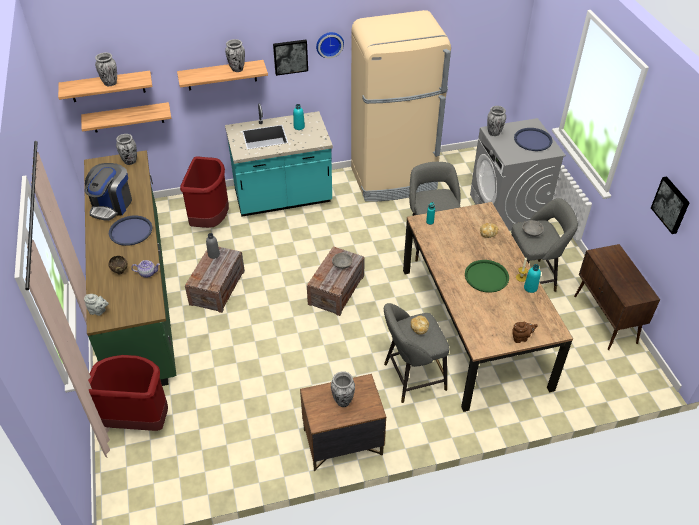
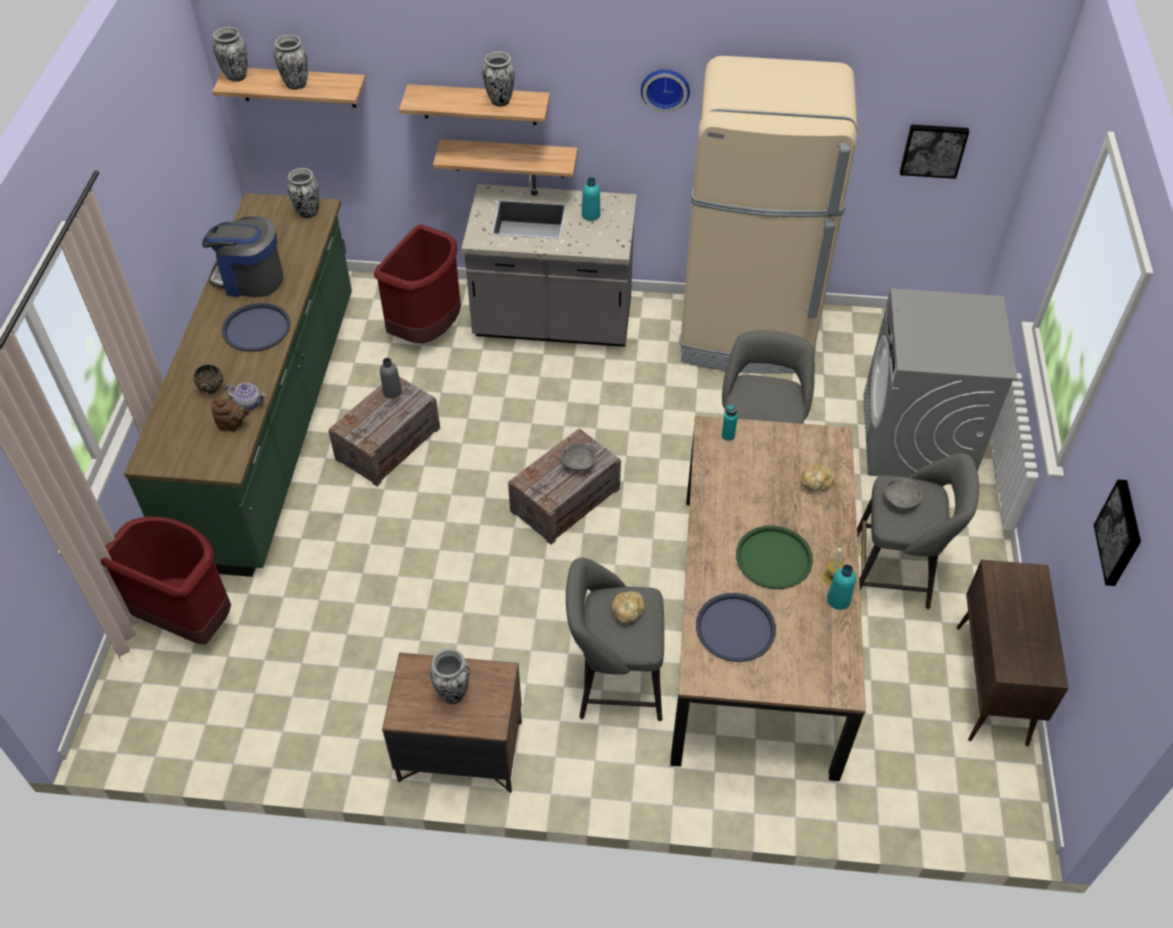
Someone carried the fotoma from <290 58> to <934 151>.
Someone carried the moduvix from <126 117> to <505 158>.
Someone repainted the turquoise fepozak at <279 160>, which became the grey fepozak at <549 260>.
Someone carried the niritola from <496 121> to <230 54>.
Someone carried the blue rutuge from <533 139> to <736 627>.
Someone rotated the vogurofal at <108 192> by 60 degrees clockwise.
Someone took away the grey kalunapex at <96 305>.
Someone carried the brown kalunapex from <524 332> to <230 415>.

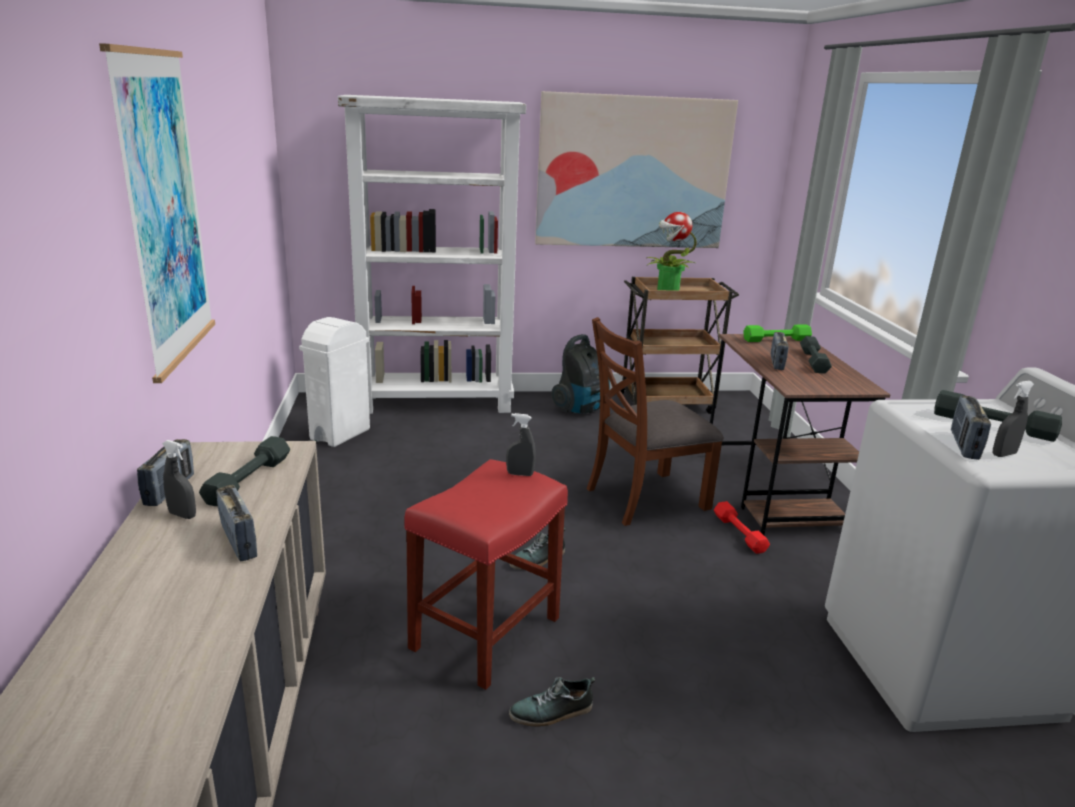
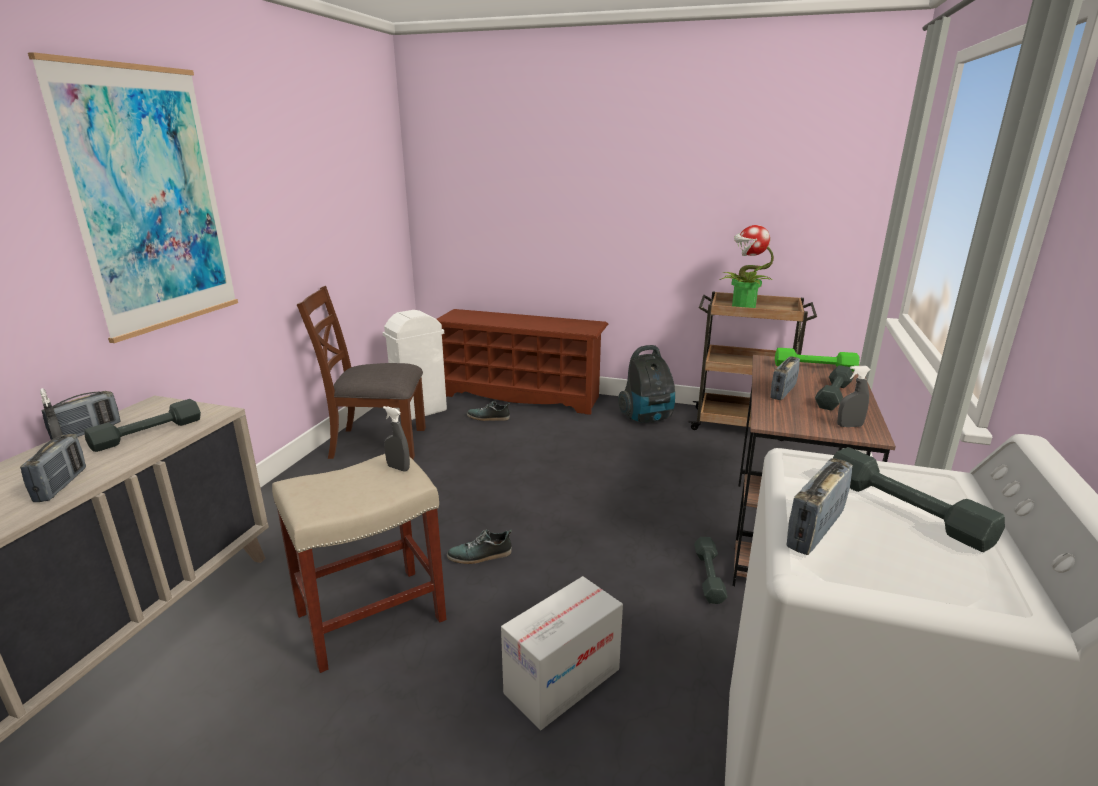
Someone took away the fotoma at <636 169>.
Someone swapped the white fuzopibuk at <432 254> for the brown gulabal at <522 362>.
Someone carried the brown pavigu from <655 421> to <361 372>.
Someone carried the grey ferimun from <1013 419> to <854 396>.
Someone repainted the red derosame at <486 574>, which became the beige derosame at <359 563>.
Someone repainted the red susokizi at <742 527>, which became the grey susokizi at <711 570>.
Someone carried the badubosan from <552 702> to <488 411>.
Someone put down the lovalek at <562 653>.

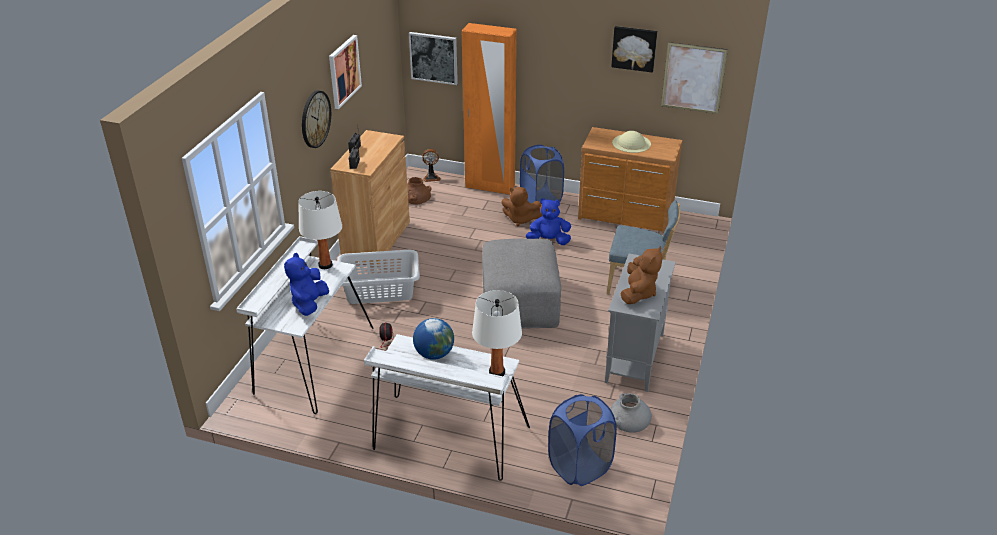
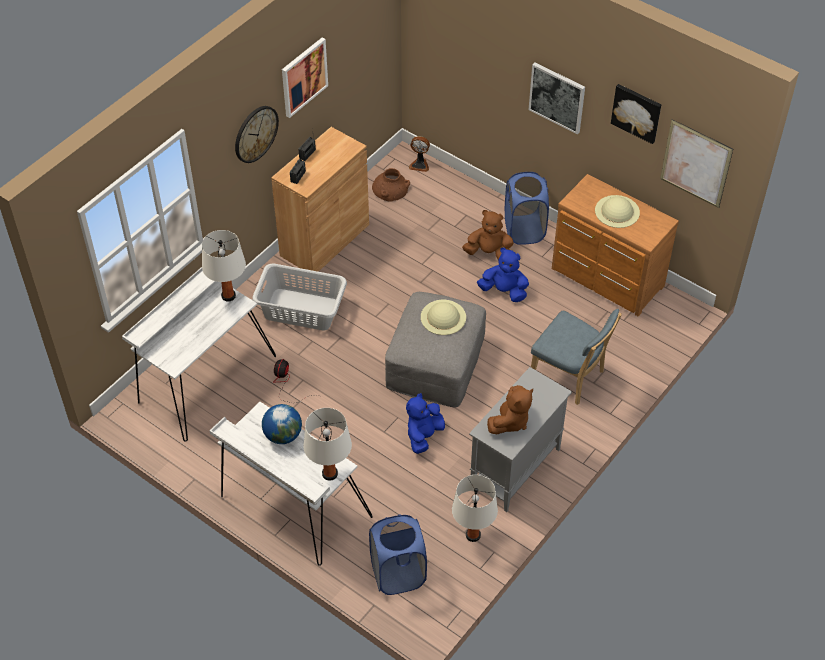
Someone took away the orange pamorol at <489 109>.
Someone carried the fotoma from <433 58> to <556 98>.
Someone rotated the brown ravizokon at <522 206> by 150 degrees clockwise.
Someone carried the blue ravizokon from <306 284> to <425 423>.
Someone swapped the grey niritola at <631 413> for the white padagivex at <475 508>.
Someone put down the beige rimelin at <443 317>.

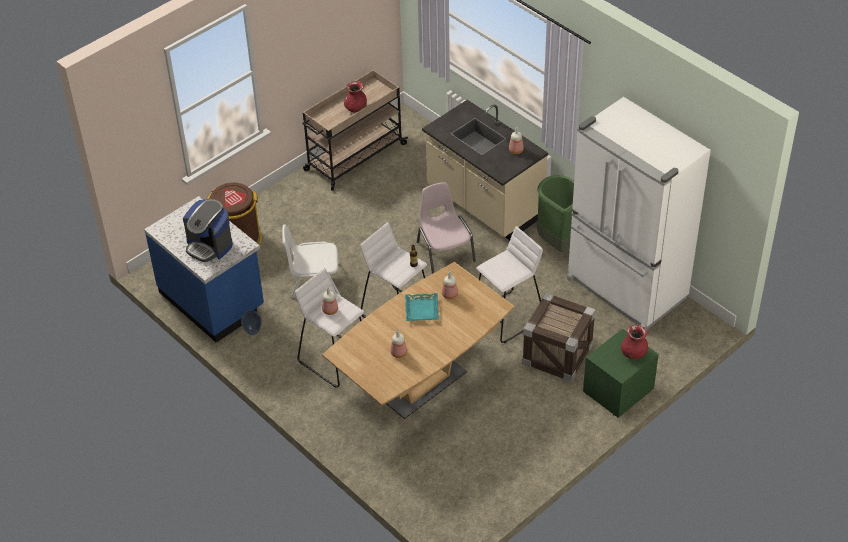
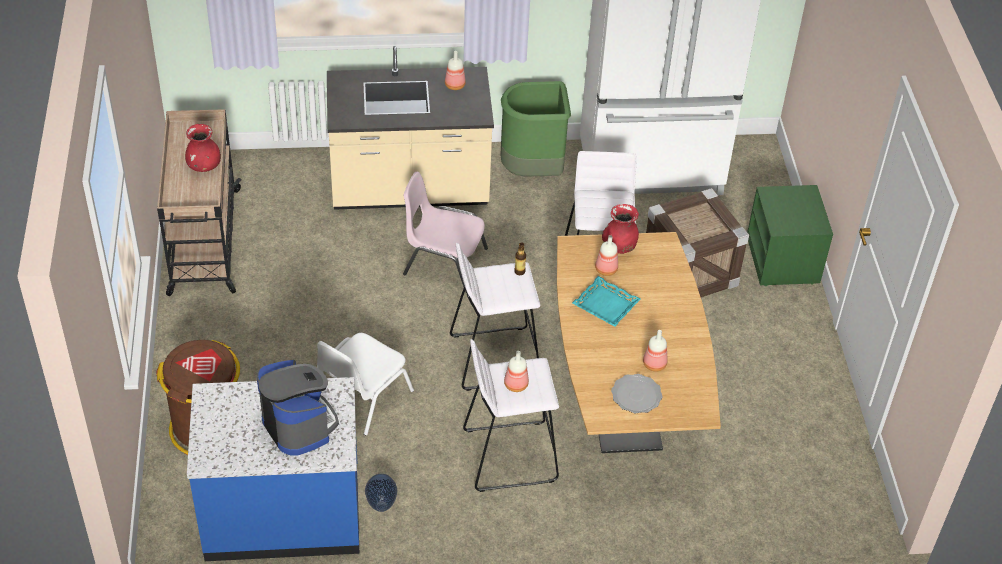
Someone rotated the vogurofal at <208 230> by 105 degrees counterclockwise.
Someone carried the red niritola from <634 342> to <620 229>.
Someone put down the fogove at <637 393>.

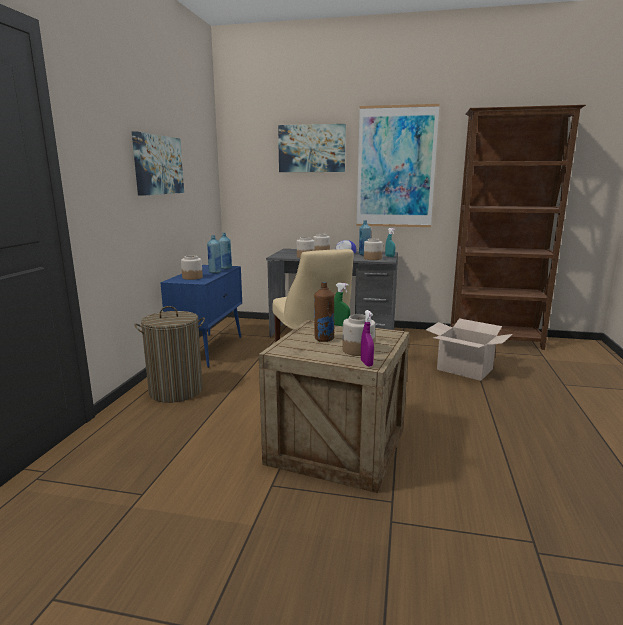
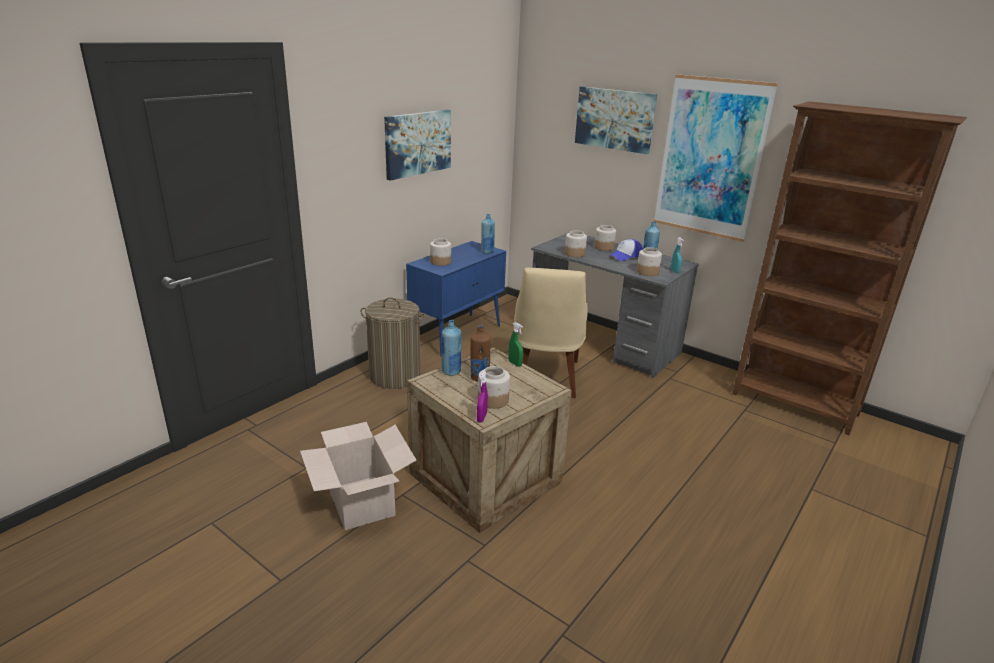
Someone carried the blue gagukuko from <214 254> to <451 348>.
Someone carried the lovalek from <469 349> to <358 476>.

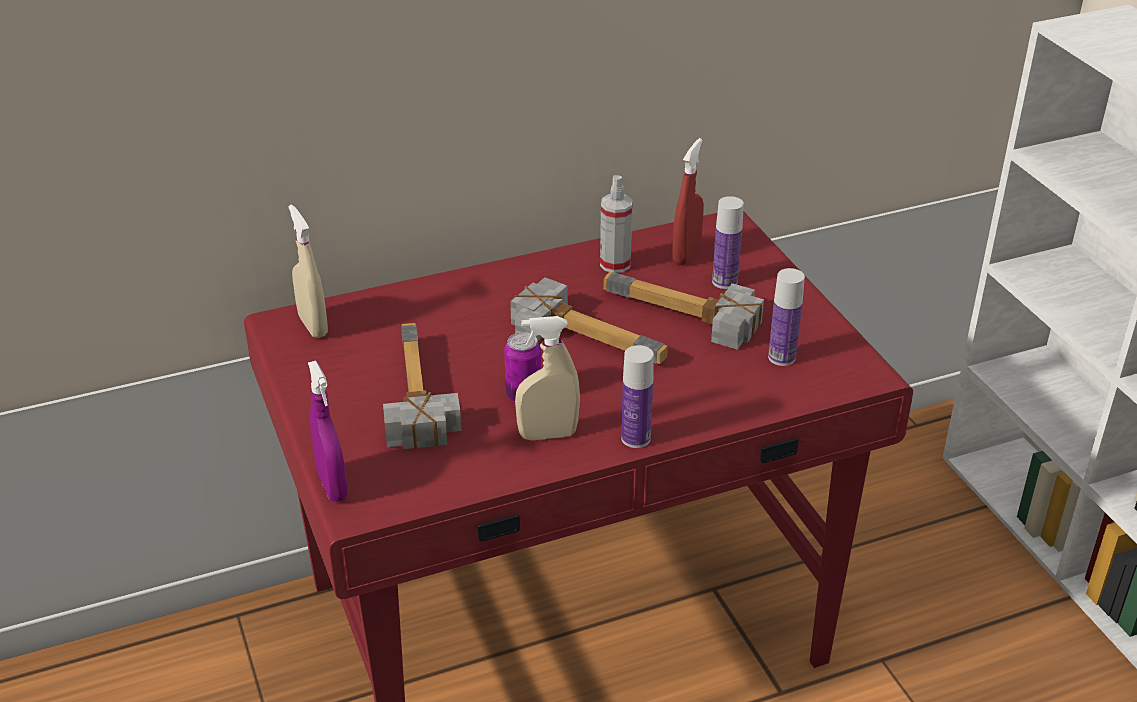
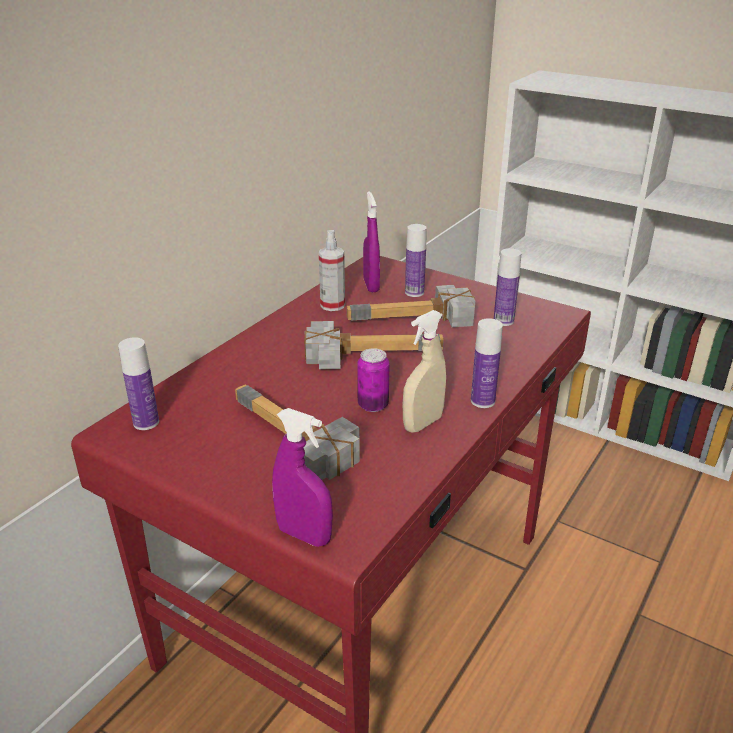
Someone repainted the red ferimun at <688 201>, which became the purple ferimun at <371 242>.
Someone swapped the beige ferimun at <308 271> for the gagukuko at <138 383>.

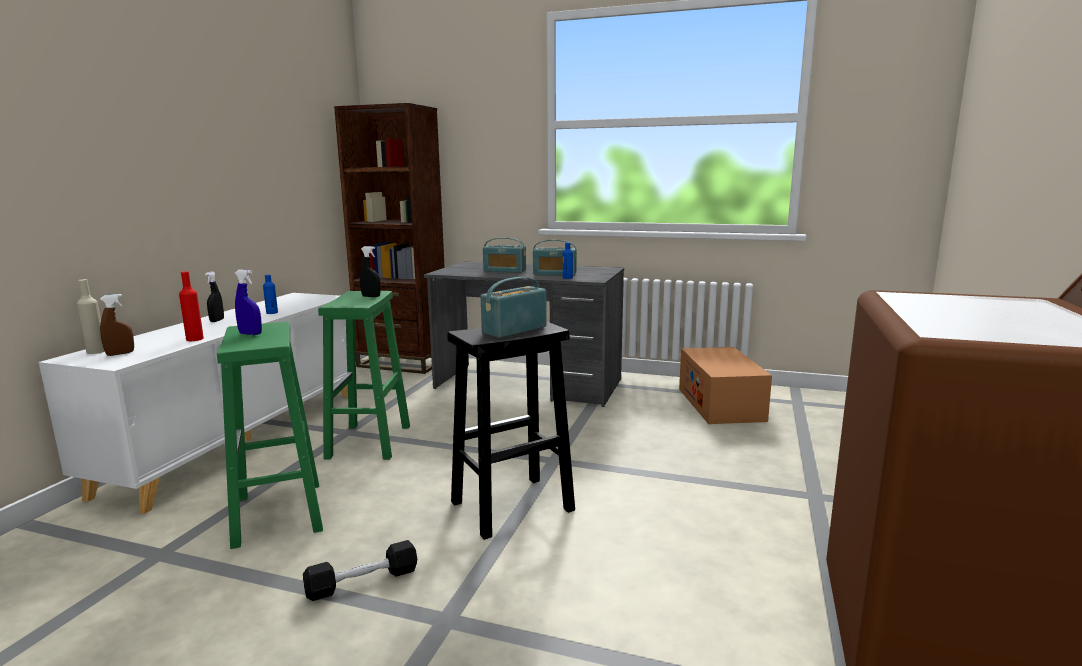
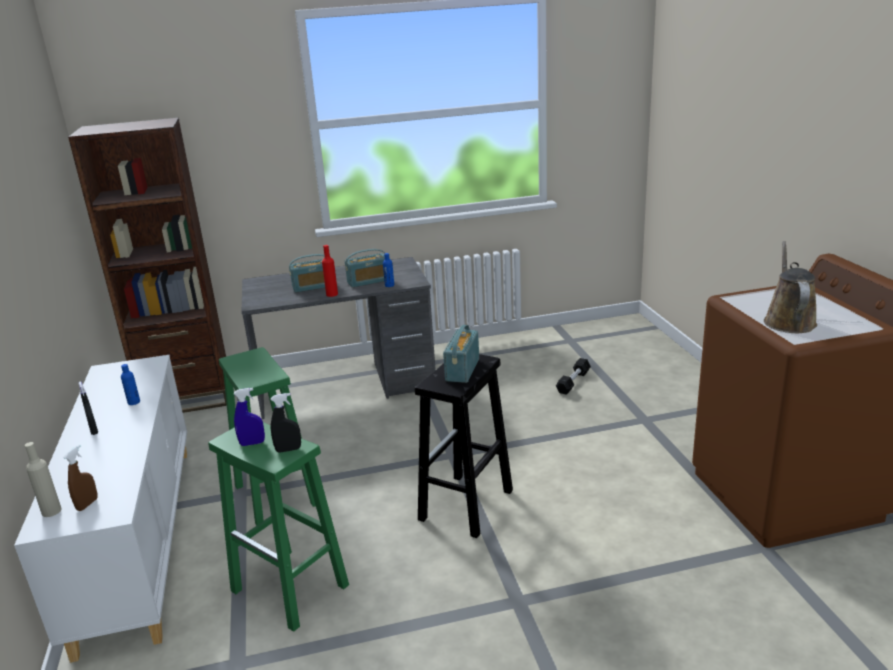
Someone carried the black ferimun from <370 271> to <286 423>.
Someone carried the red gagukuko from <191 306> to <330 271>.
Someone took away the lovalek at <725 385>.
Someone carried the black susokizi from <360 570> to <573 376>.
Someone put down the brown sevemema at <790 287>.

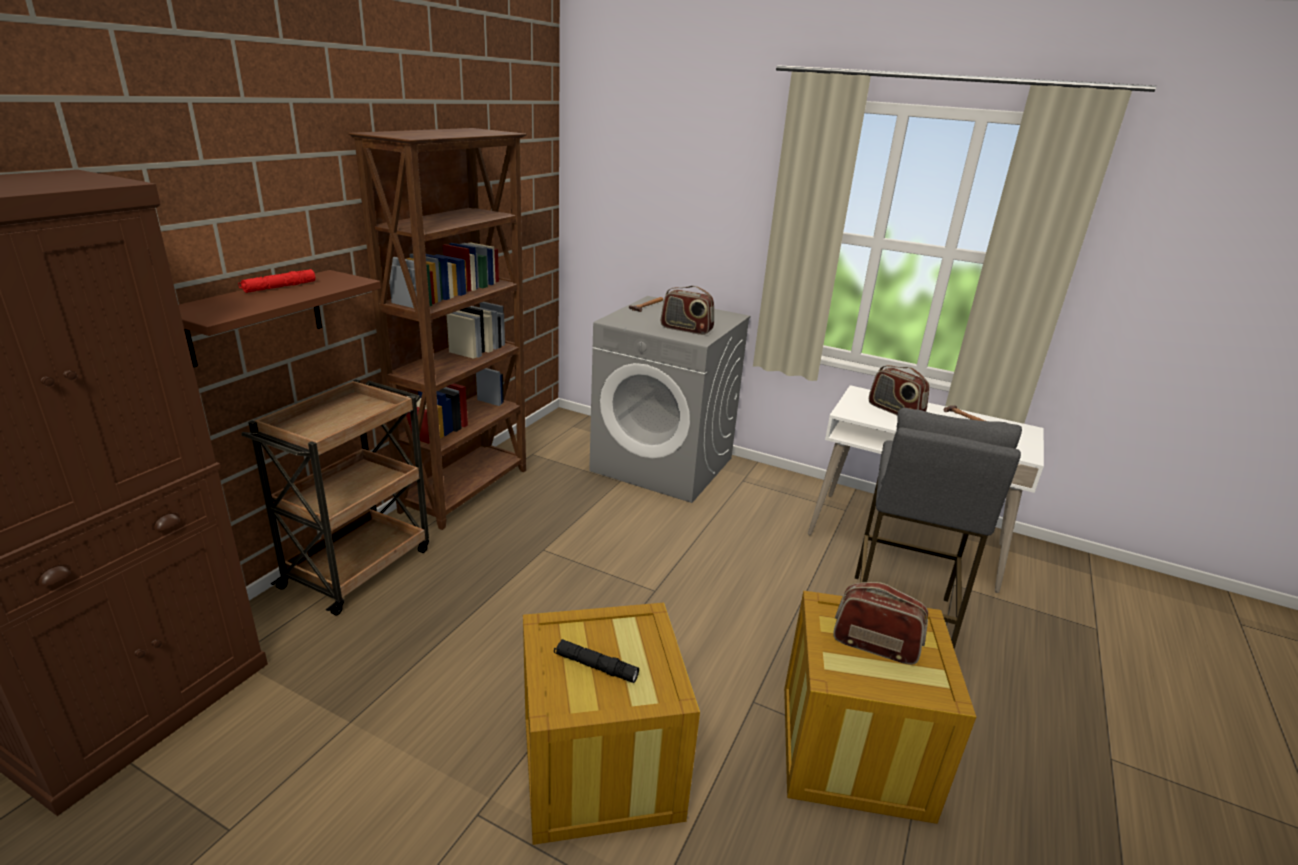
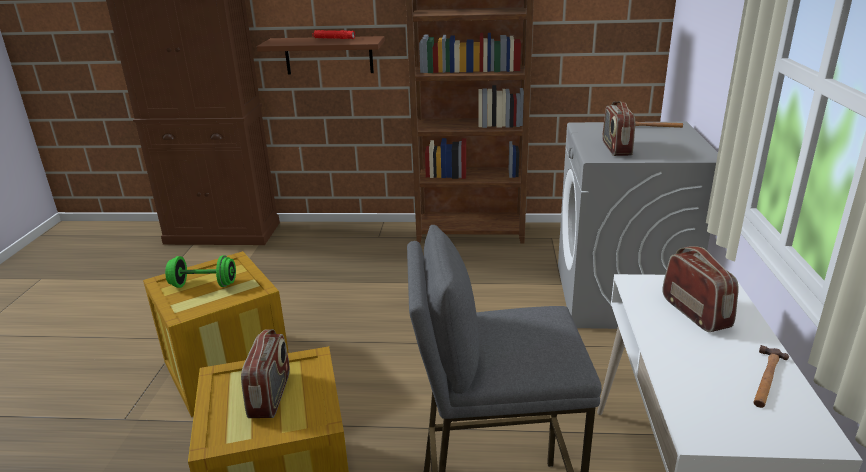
Someone rotated the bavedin at <899 390> by 135 degrees clockwise.
Someone took away the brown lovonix at <335 497>.
Someone swapped the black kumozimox at <596 661> for the green susokizi at <200 271>.

